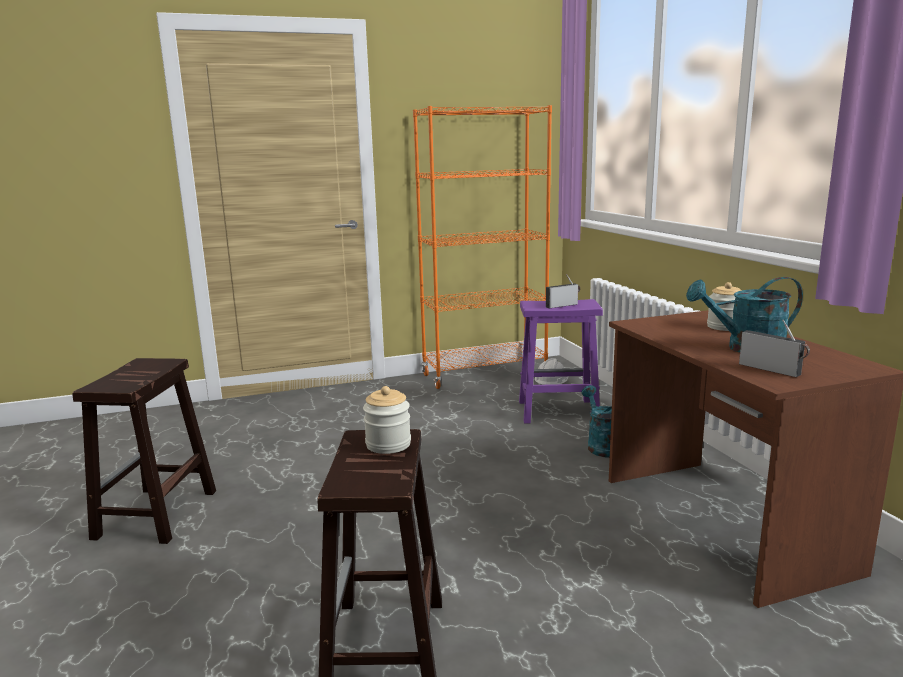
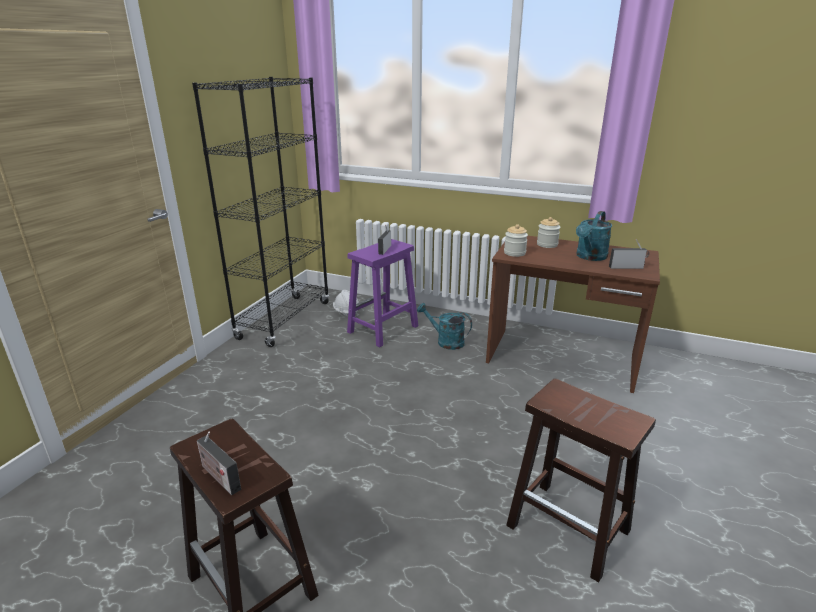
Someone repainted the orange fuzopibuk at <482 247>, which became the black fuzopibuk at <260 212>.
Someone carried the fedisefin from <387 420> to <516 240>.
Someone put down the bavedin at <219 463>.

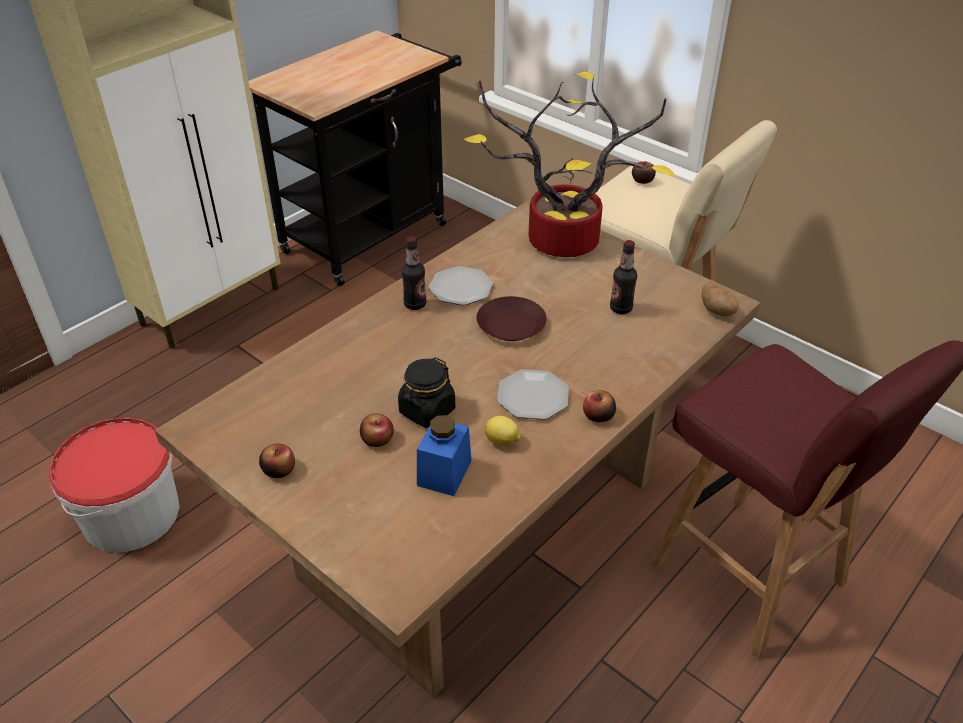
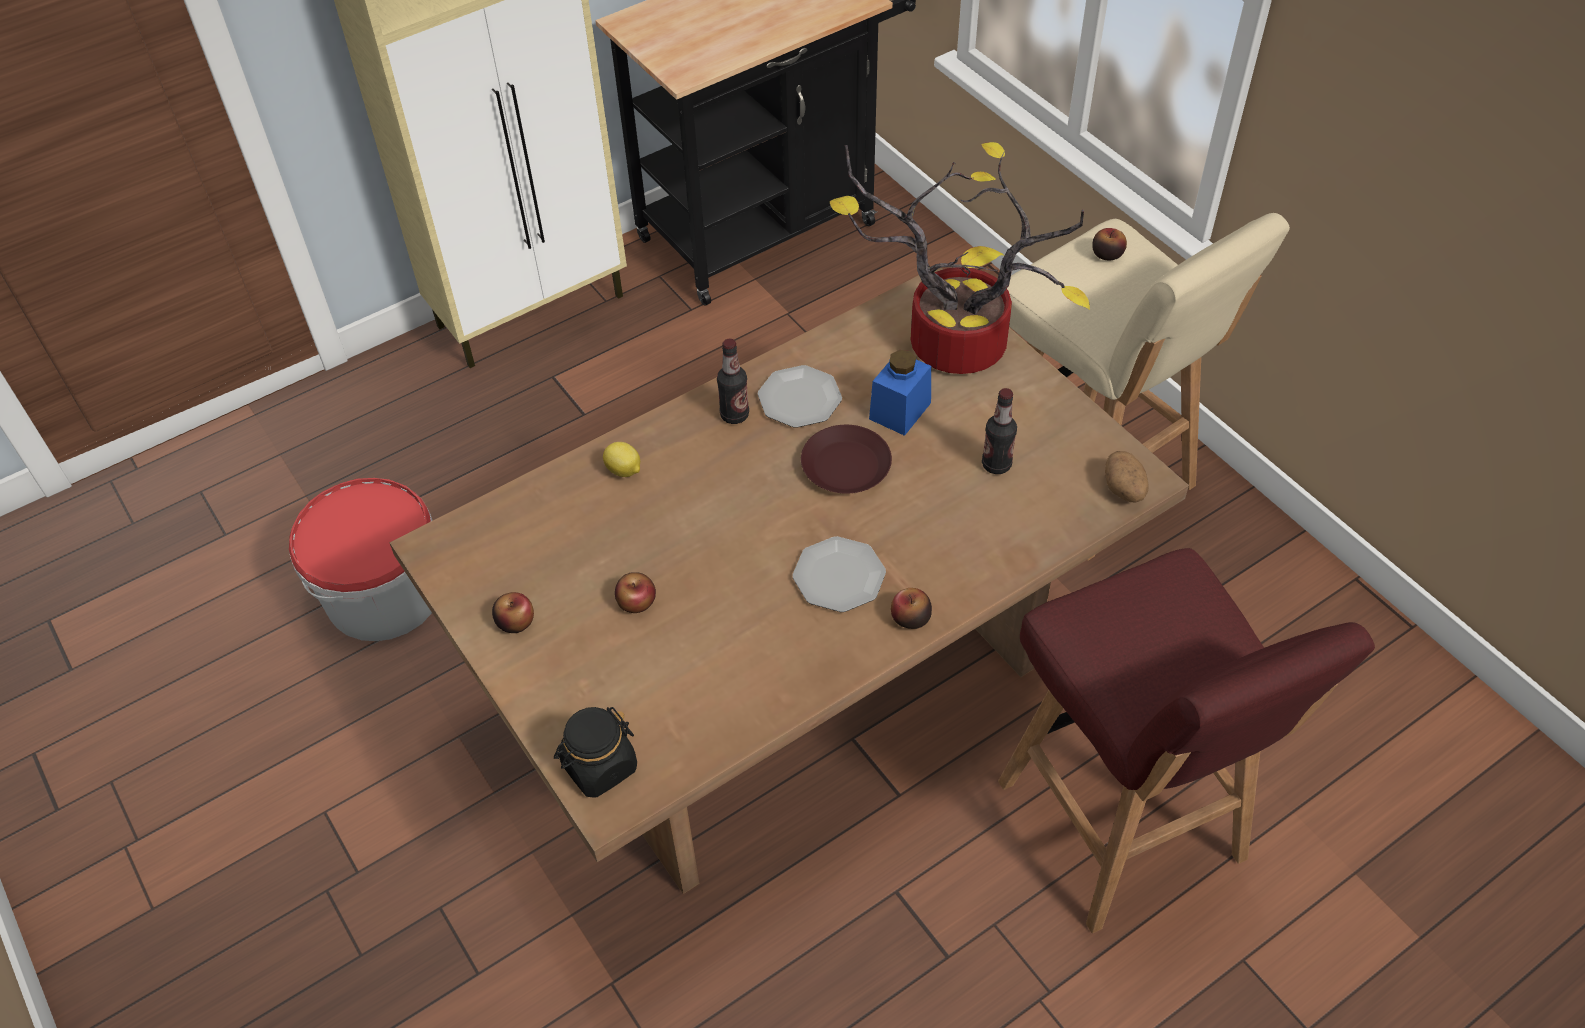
Someone carried the black fedisefin from <426 392> to <595 752>.
Someone carried the blue fedisefin from <444 455> to <900 393>.
Someone carried the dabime from <503 431> to <621 459>.

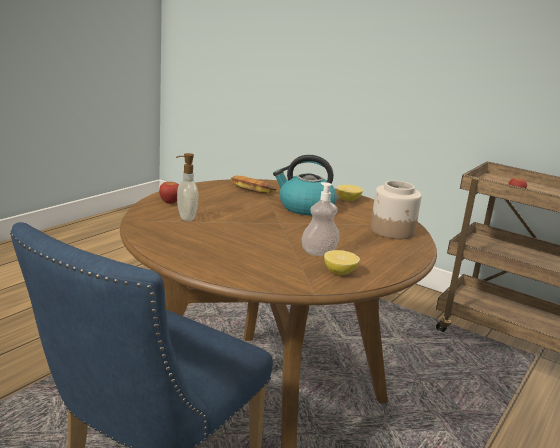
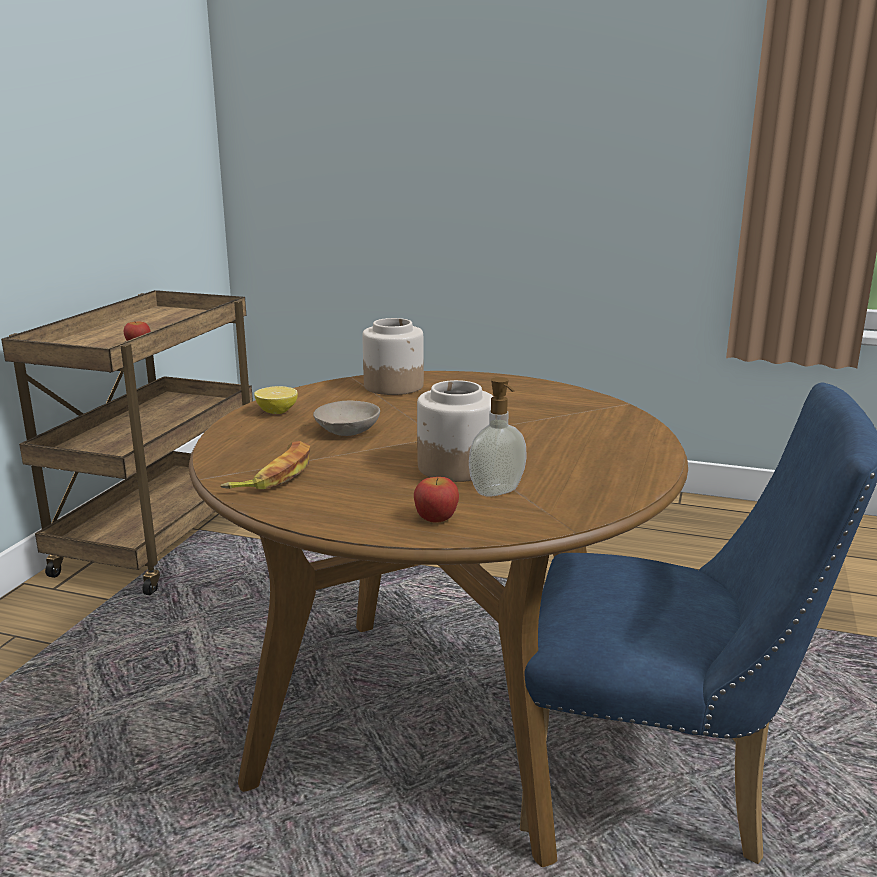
Someone swapped the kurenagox at <305 185> for the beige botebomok at <346 418>.
Someone took away the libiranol at <321 219>.
Someone took away the dabime at <342 262>.
Someone put down the fedisefin at <455 431>.

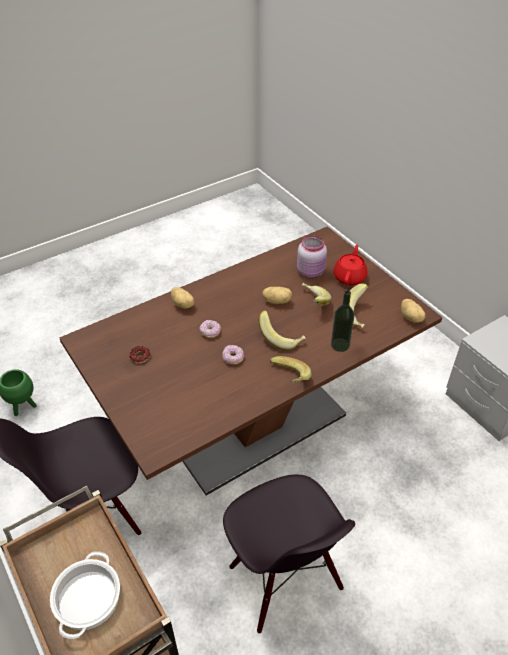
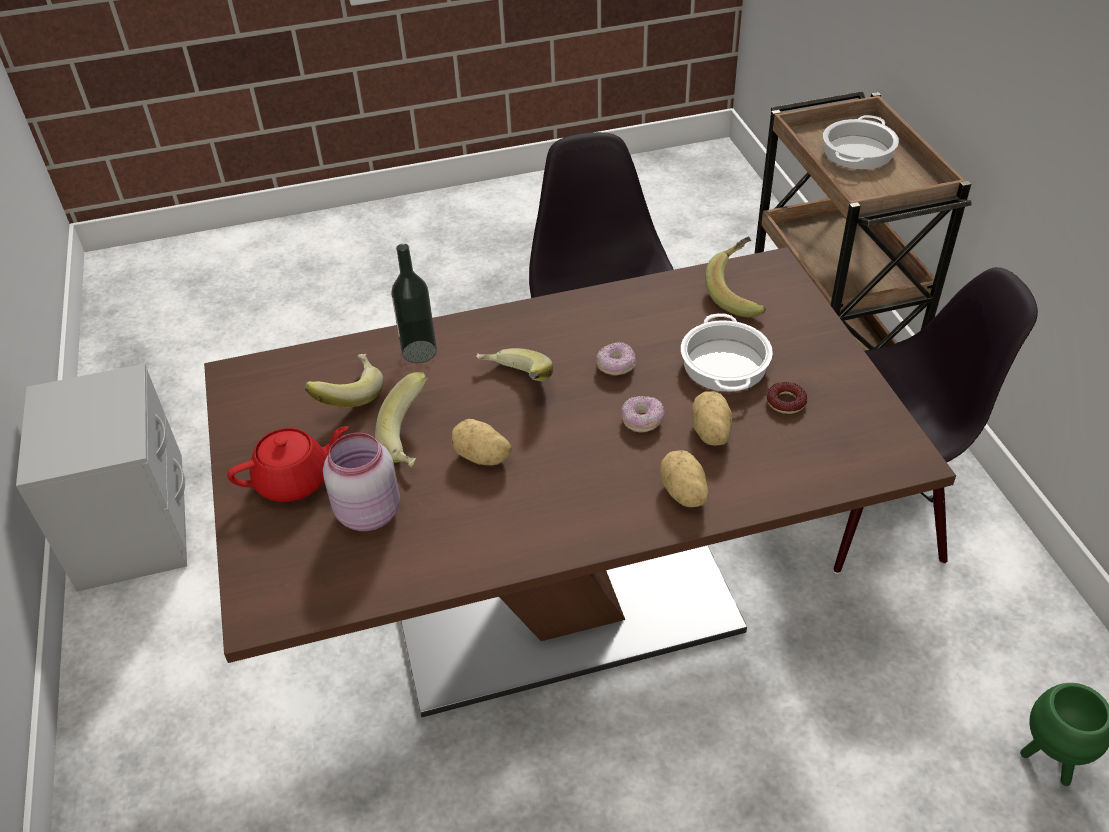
Someone rotated the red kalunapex at <350 264> by 150 degrees counterclockwise.
Someone carried the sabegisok from <413 311> to <712 418>.
Someone carried the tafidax from <290 369> to <735 277>.
Someone put down the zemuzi at <727 352>.

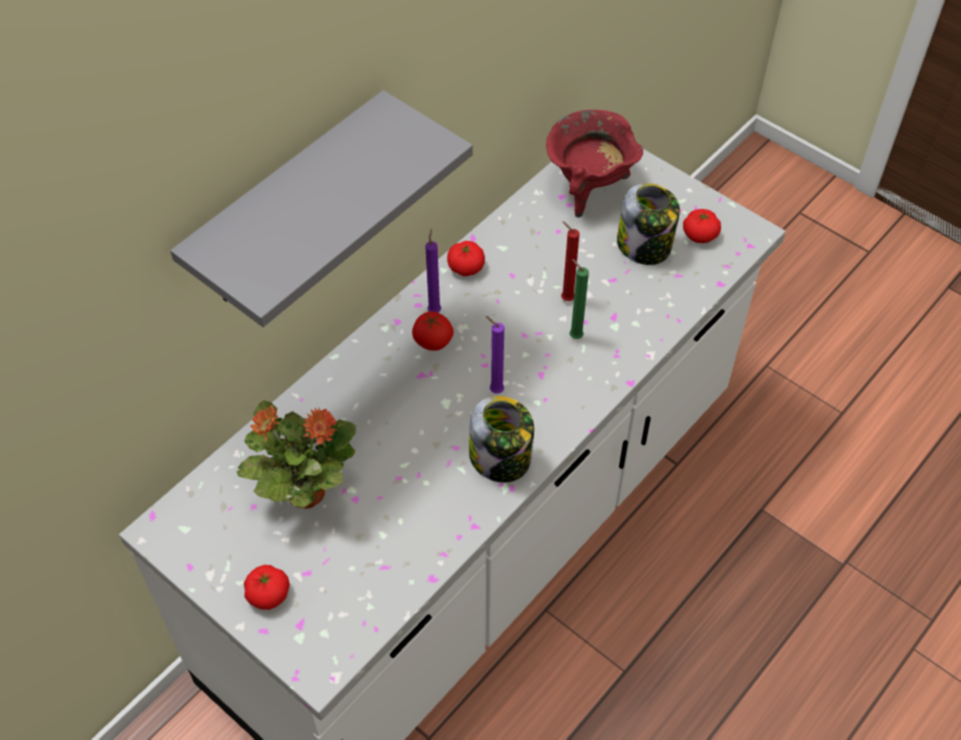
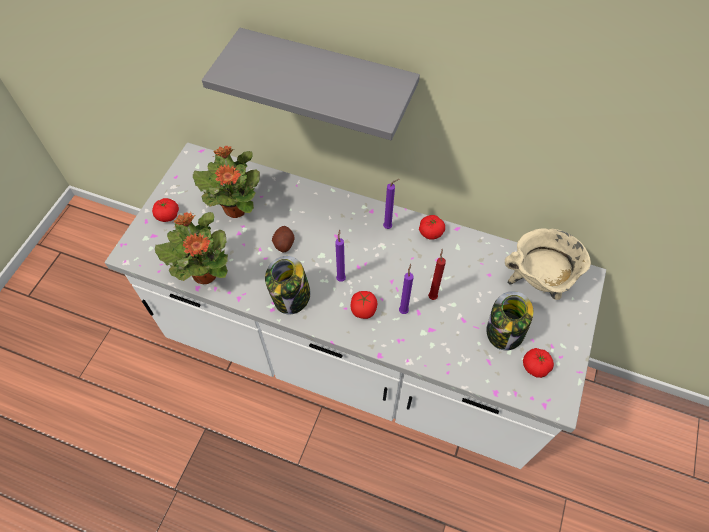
Someone repainted the red zemuzi at <594 164>, which became the beige zemuzi at <548 264>.
Someone repainted the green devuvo at <579 299>, which became the purple devuvo at <406 289>.
Someone carried the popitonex from <433 331> to <364 305>.
Someone put down the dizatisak at <191 248>.
Someone put down the sabegisok at <283 239>.

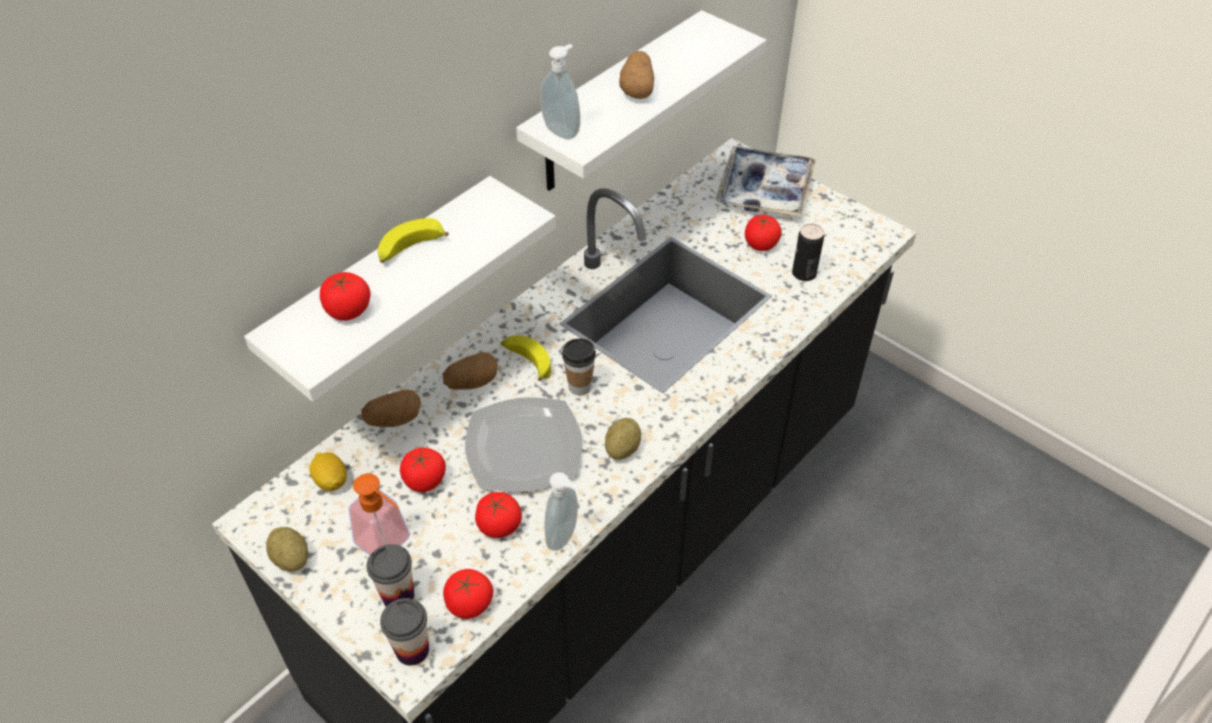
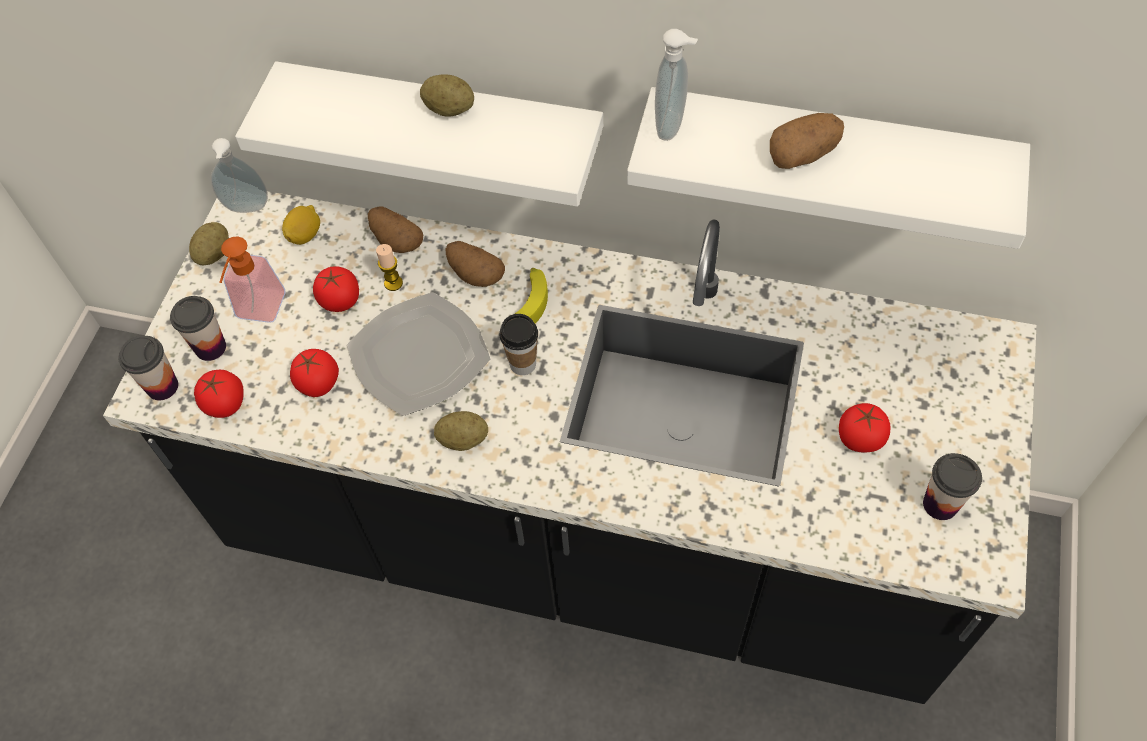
Someone took away the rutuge at <766 181>.
Someone swapped the tafidax at <413 240> for the sabegisok at <447 95>.
Someone took away the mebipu at <808 252>.
Someone took away the popitonex at <345 296>.
Someone carried the libiranol from <561 511> to <239 175>.
Someone put down the devuvo at <389 267>.
Someone put down the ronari at <952 486>.

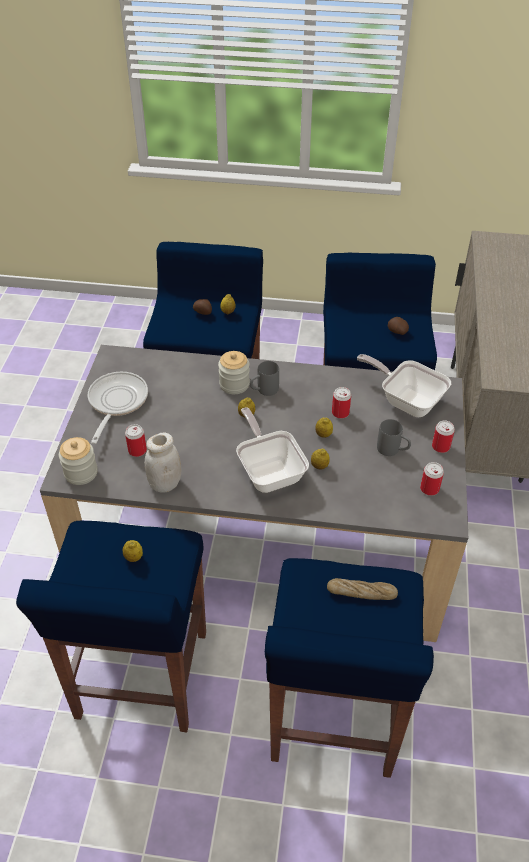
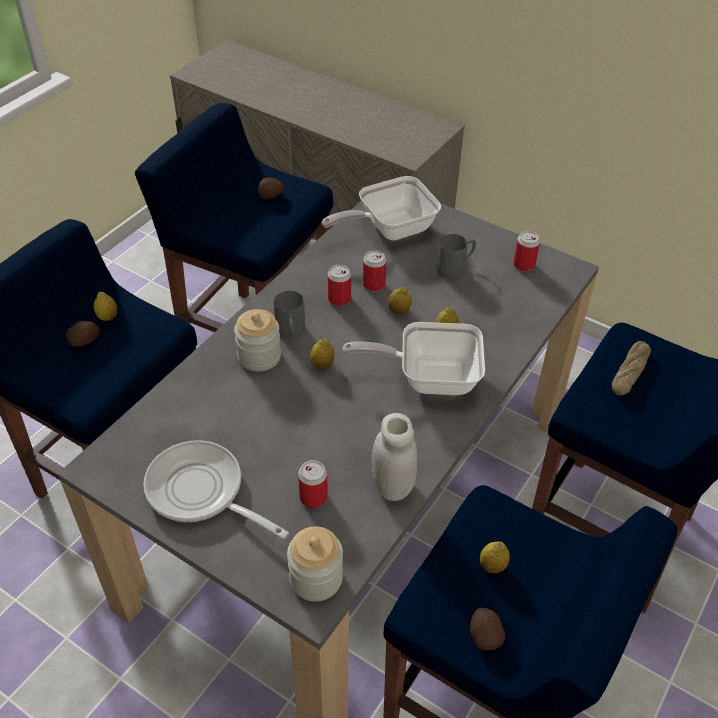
Someone carried the mebipu from <443 436> to <339 285>.
Someone put down the sabegisok at <488 629>.

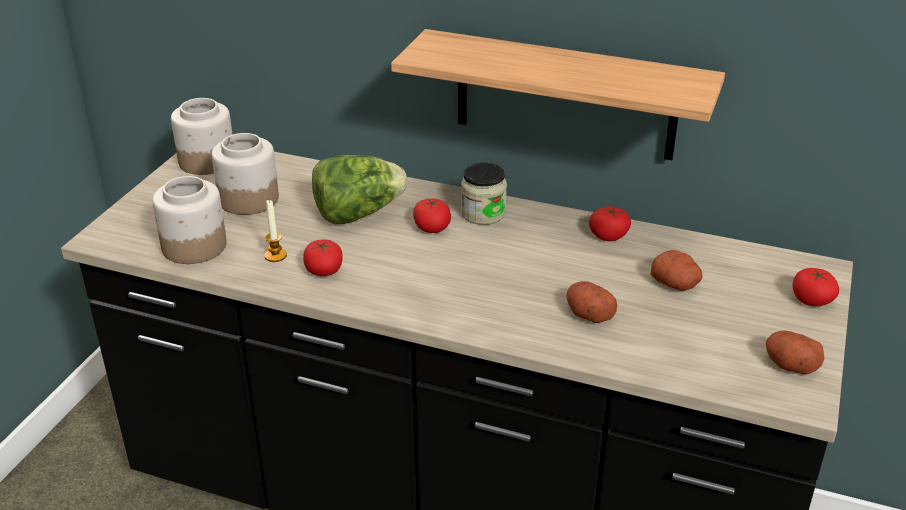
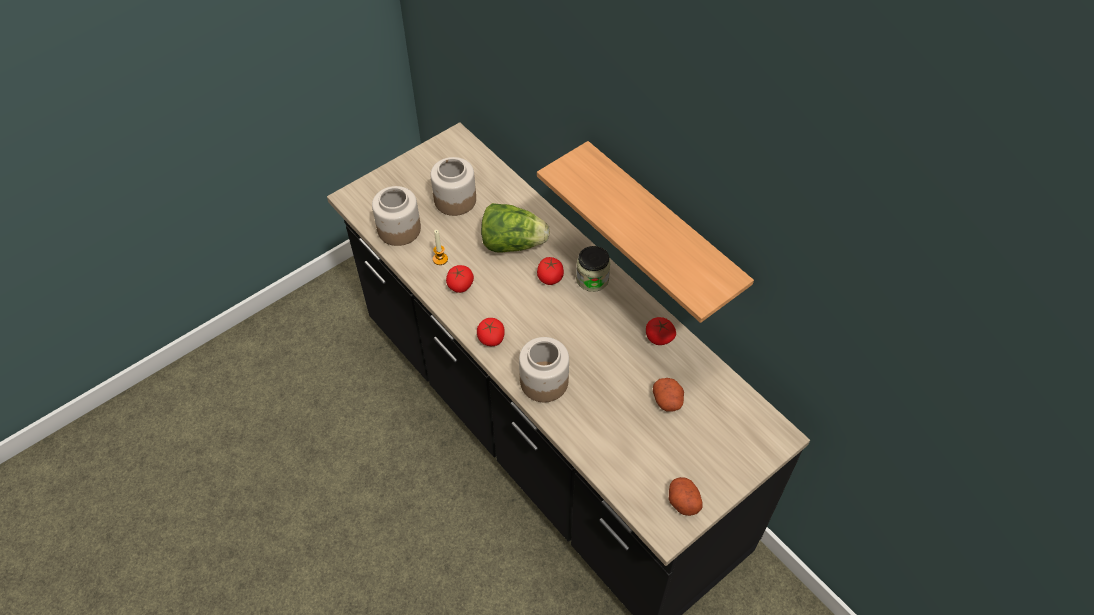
Someone carried the fedisefin from <202 136> to <544 369>.
Someone carried the popitonex from <816 287> to <491 332>.
Someone took away the sabegisok at <592 302>.

